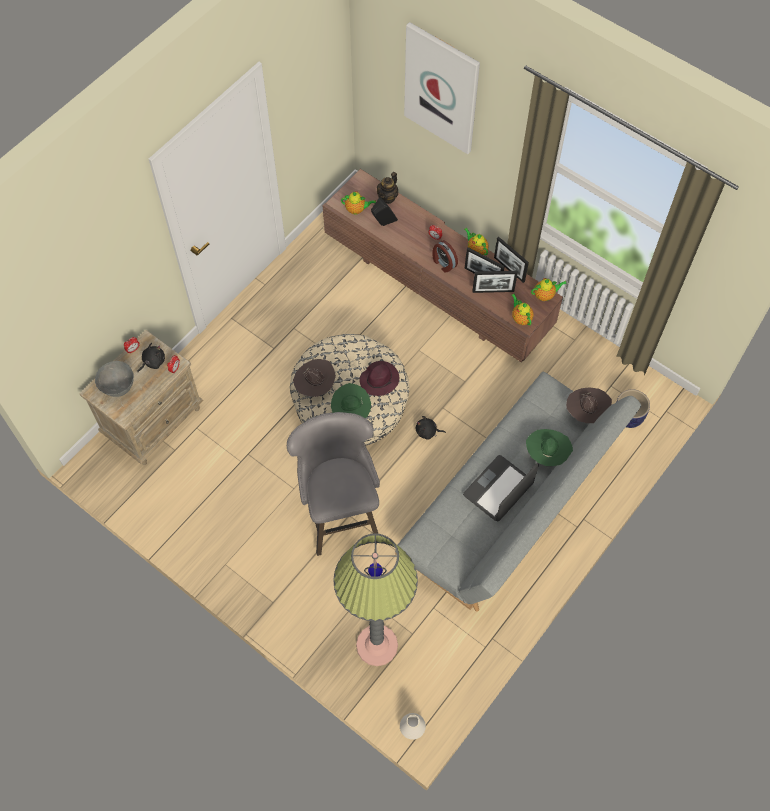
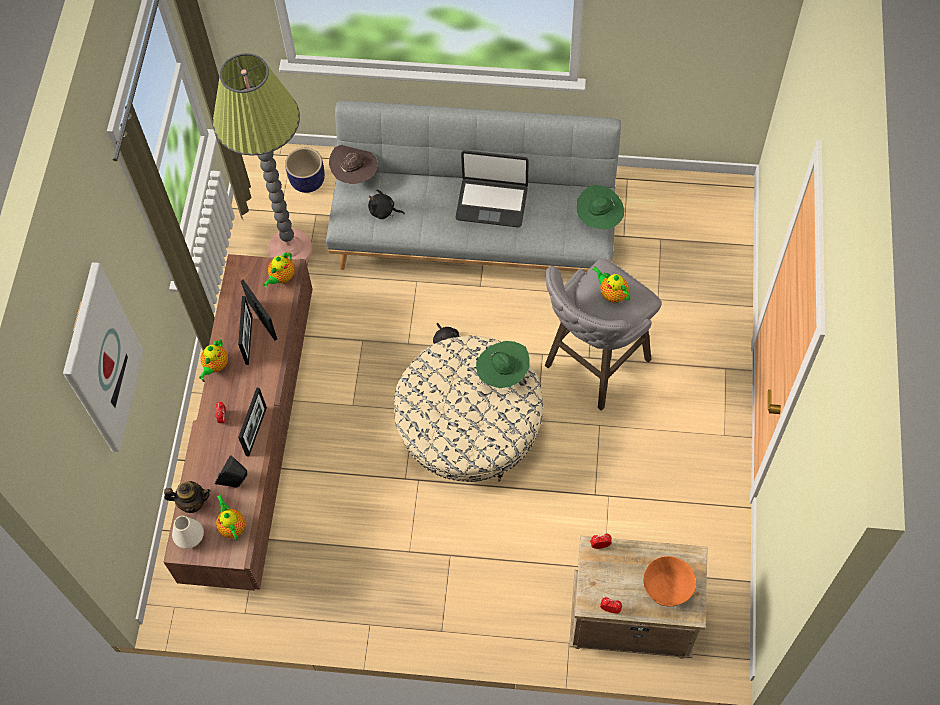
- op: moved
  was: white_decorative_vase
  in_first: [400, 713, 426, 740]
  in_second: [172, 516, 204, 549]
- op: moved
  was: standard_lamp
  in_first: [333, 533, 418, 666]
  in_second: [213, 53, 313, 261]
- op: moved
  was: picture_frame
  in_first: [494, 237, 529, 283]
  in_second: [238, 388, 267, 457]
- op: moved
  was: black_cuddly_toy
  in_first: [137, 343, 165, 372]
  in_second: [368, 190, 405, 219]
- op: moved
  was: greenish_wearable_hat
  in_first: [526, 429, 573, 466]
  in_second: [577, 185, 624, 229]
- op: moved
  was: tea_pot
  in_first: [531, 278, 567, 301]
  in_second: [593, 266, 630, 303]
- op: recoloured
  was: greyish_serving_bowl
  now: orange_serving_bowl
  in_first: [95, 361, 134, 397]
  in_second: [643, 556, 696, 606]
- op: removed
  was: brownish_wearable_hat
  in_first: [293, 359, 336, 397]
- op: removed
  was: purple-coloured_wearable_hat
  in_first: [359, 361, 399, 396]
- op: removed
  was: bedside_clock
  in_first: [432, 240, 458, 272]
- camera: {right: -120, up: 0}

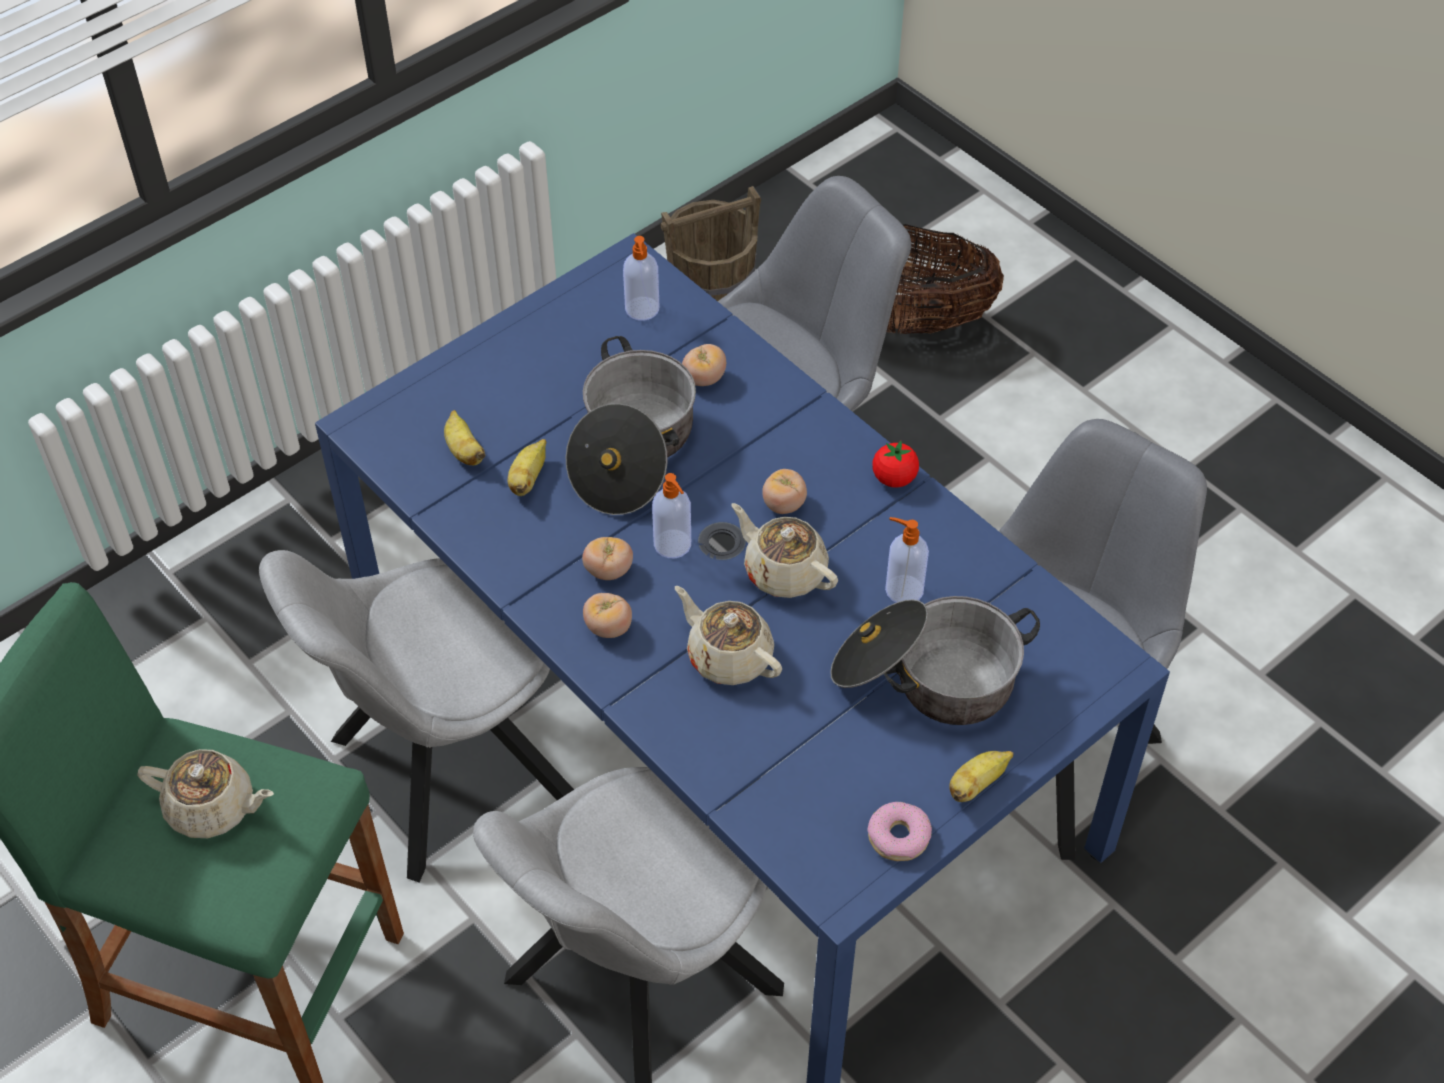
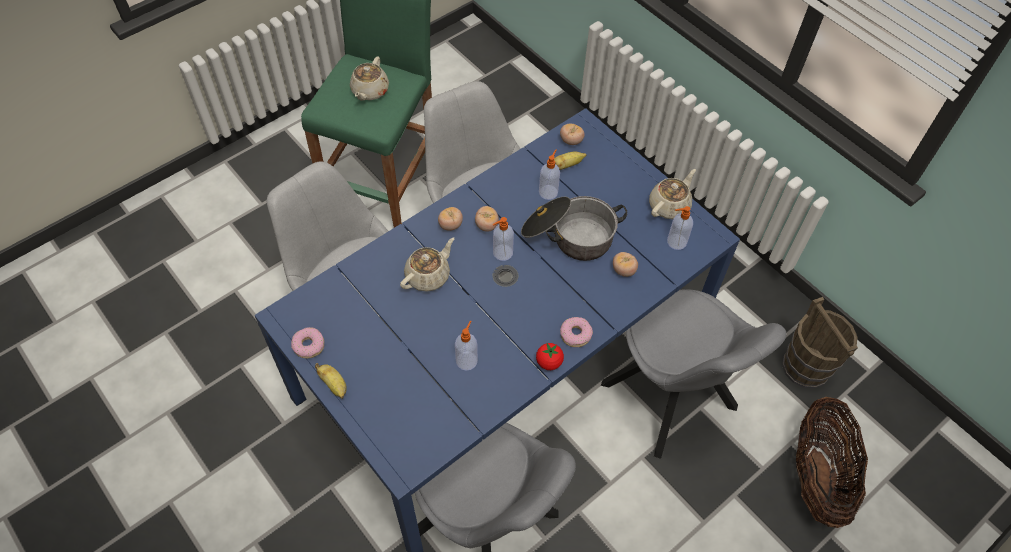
- op: replaced
  was: banana_fruit
  now: soap_bottle
  in_first: [508, 439, 546, 496]
  in_second: [539, 150, 560, 200]
- op: moved
  was: whole_tomato
  in_first: [762, 469, 807, 514]
  in_second: [560, 124, 585, 145]
- op: added
  now: doughnut
  in_second: [560, 317, 593, 347]
- op: moved
  was: beige_tea_pot
  in_first: [731, 503, 838, 598]
  in_second: [649, 169, 696, 219]
- op: removed
  was: cooking_pot
  in_first: [830, 596, 1040, 725]
- camera: {right: 90, up: 5}

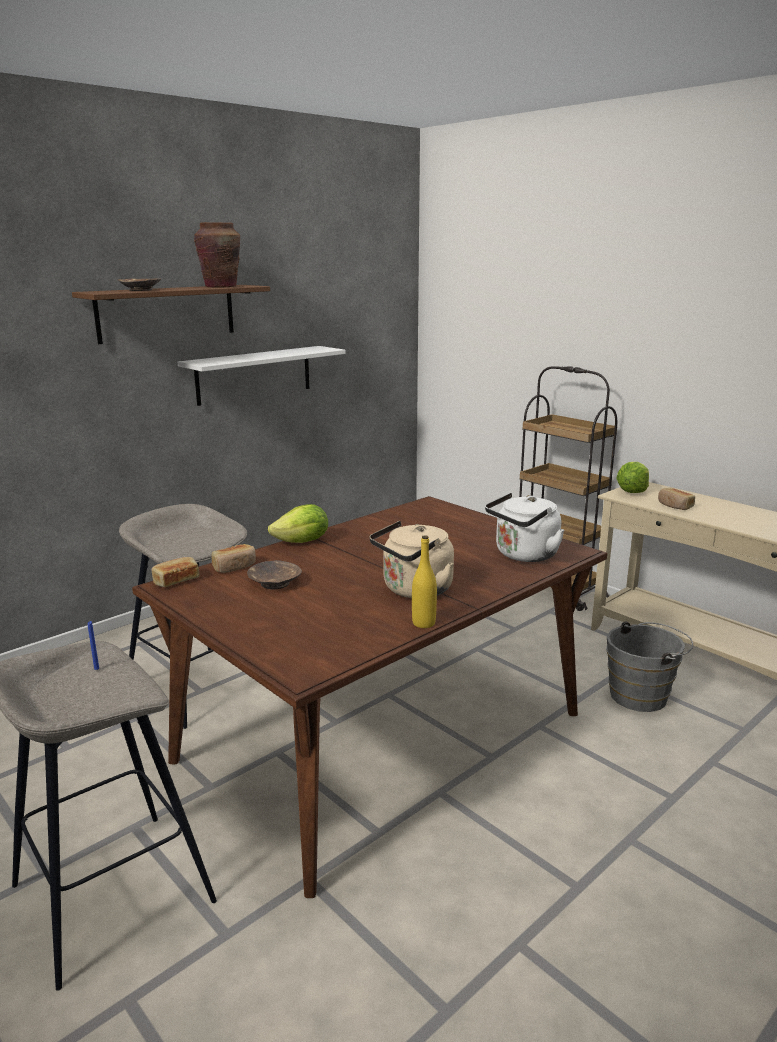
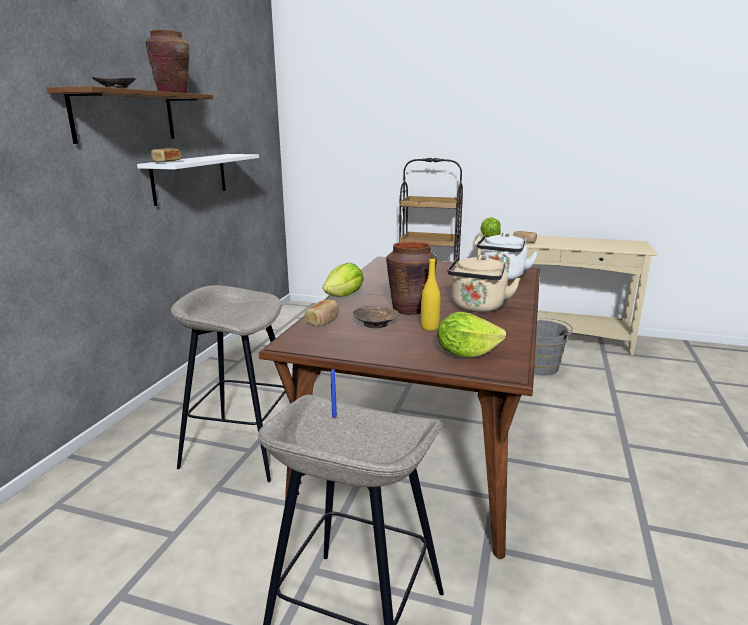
- op: moved
  was: bakery_bread
  in_first: [152, 557, 200, 587]
  in_second: [151, 148, 181, 163]
- op: added
  now: brownish_decorative_vase
  in_second: [386, 242, 437, 315]
- op: moved
  was: yellowish_bottle
  in_first: [412, 535, 437, 628]
  in_second: [421, 256, 441, 331]
- op: added
  now: lettuce_head
  in_second: [437, 312, 506, 358]
- camera: {right: -30, up: 0}

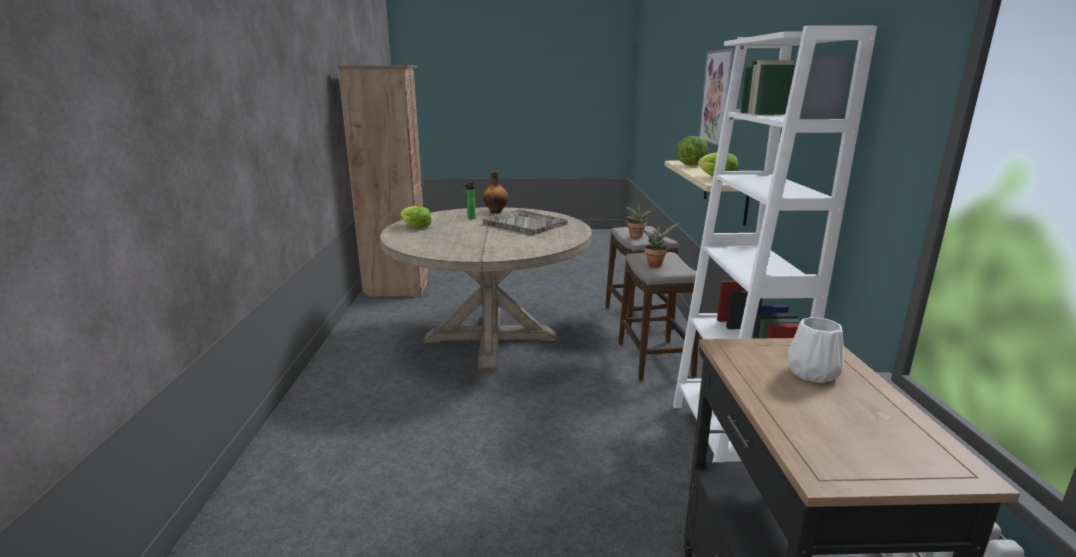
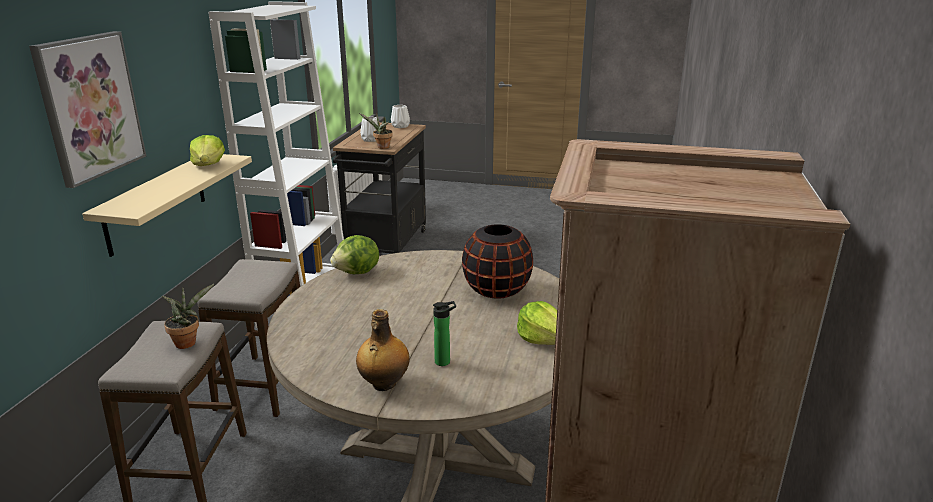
- op: moved
  was: lettuce_head
  in_first: [676, 136, 708, 166]
  in_second: [330, 235, 379, 274]
- op: moved
  was: houseplant
  in_first: [642, 223, 680, 267]
  in_second: [359, 113, 393, 149]
- op: added
  now: white_decorative_vase
  in_second: [391, 105, 410, 128]
- op: added
  now: black_decorative_vase
  in_second: [462, 224, 533, 299]
- op: removed
  was: greyish_carrying_tray
  in_first: [483, 209, 568, 235]
- camera: {right: -165, up: 5}

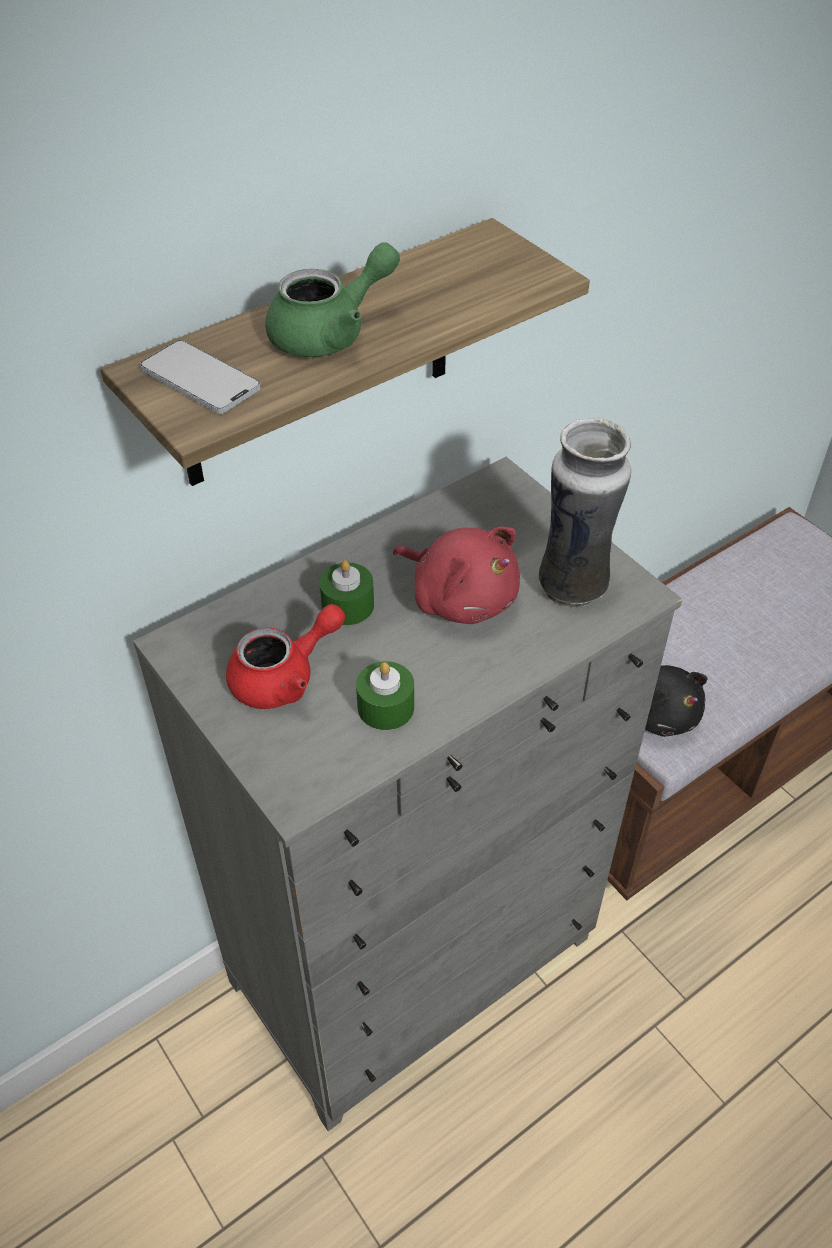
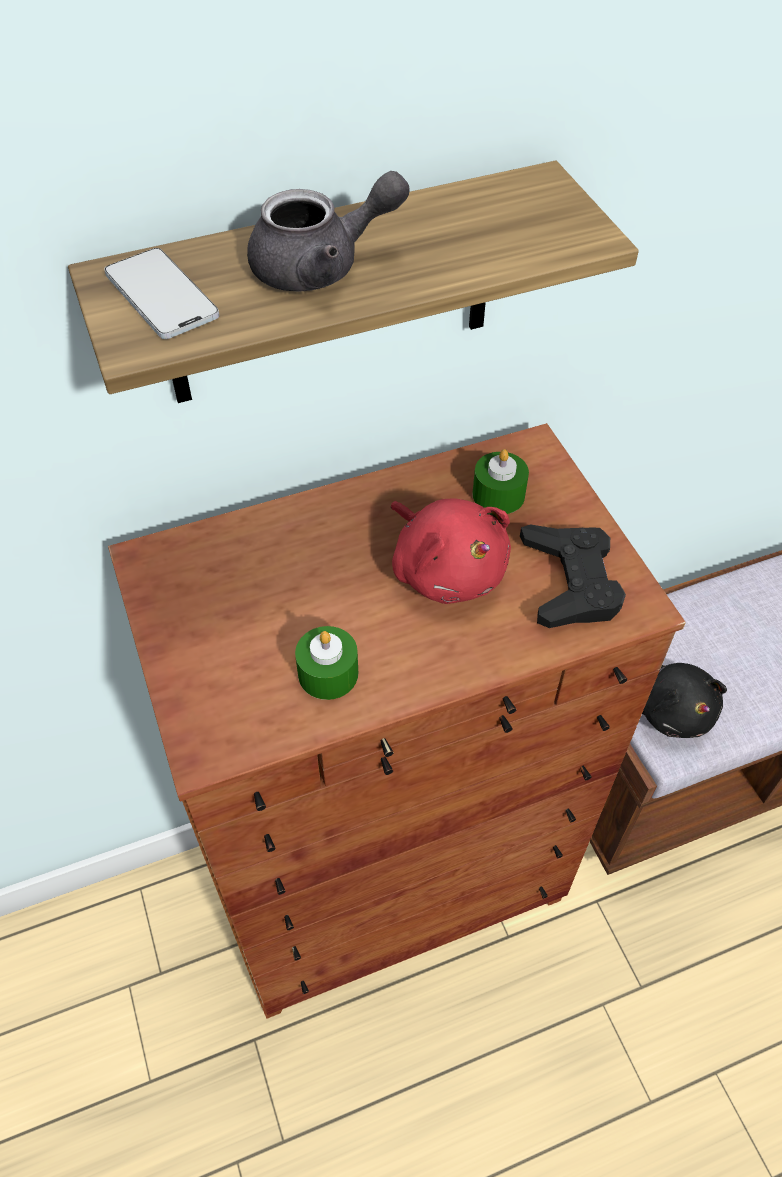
- op: recoloured
  was: greyish_chest_of_drawers
  now: brownish_chest_of_drawers
  in_first: [133, 457, 682, 1131]
  in_second: [108, 423, 686, 1019]
- op: recoloured
  was: greenish_tea_pot
  now: greyish_tea_pot
  in_first: [265, 243, 400, 357]
  in_second: [247, 171, 410, 292]
- op: moved
  was: greenish_candle
  in_first: [319, 560, 374, 625]
  in_second: [472, 449, 529, 514]
- op: replaced
  was: decorative_vase
  now: black_game_controller
  in_first: [539, 418, 631, 607]
  in_second: [520, 525, 626, 628]
- op: removed
  was: red-coloured_tea_pot
  in_first: [226, 604, 345, 709]
- camera: {right: 15, up: 5}

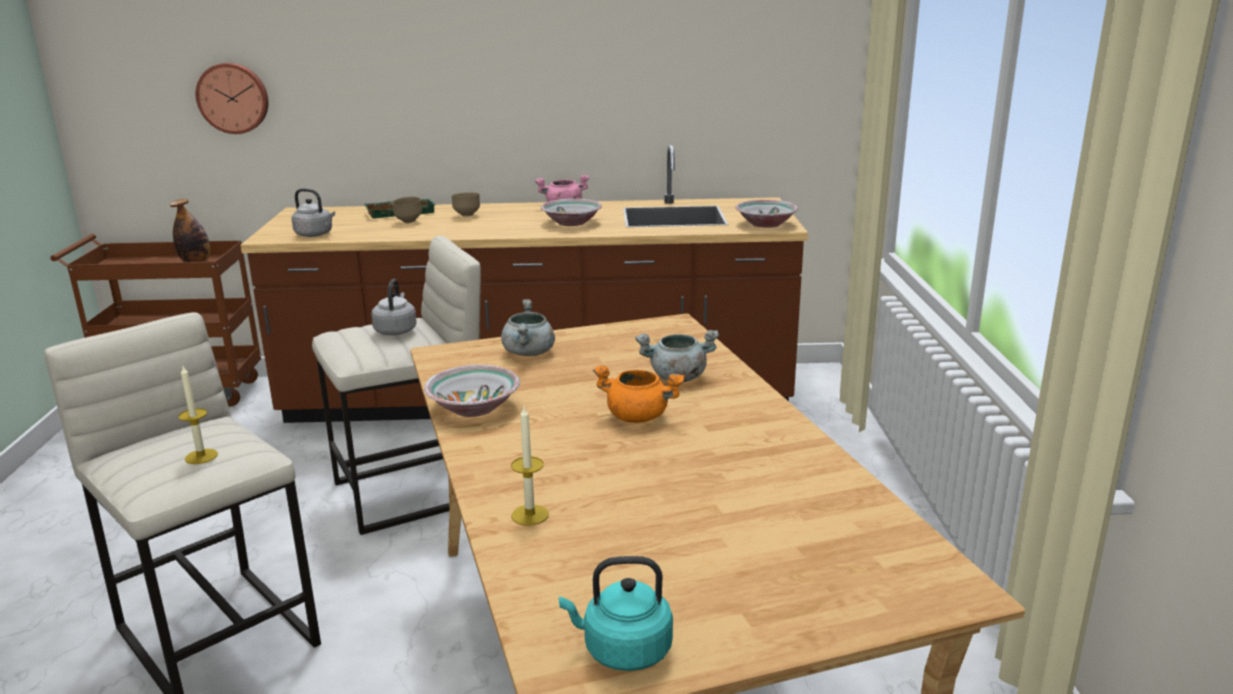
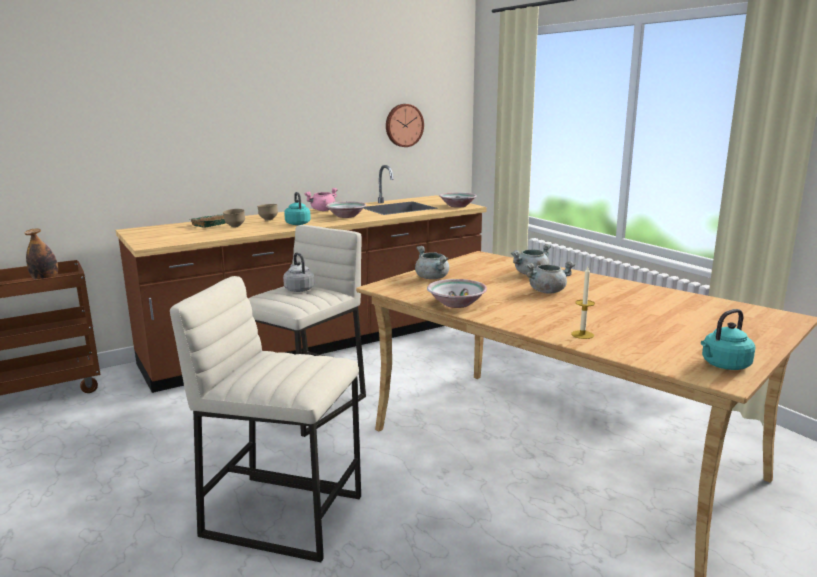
- op: added
  now: turquoise-coloured_water_kettle
  in_second: [284, 192, 311, 225]
- op: moved
  was: hanging_clock
  in_first: [196, 63, 268, 134]
  in_second: [386, 104, 424, 147]
- op: recoloured
  was: orange_cooking_pot
  now: greyish_cooking_pot
  in_first: [593, 365, 685, 423]
  in_second: [525, 261, 575, 294]
- op: removed
  was: candle
  in_first: [179, 366, 218, 464]
- op: removed
  was: greyish_water_kettle
  in_first: [291, 188, 335, 237]
- camera: {right: -30, up: -5}

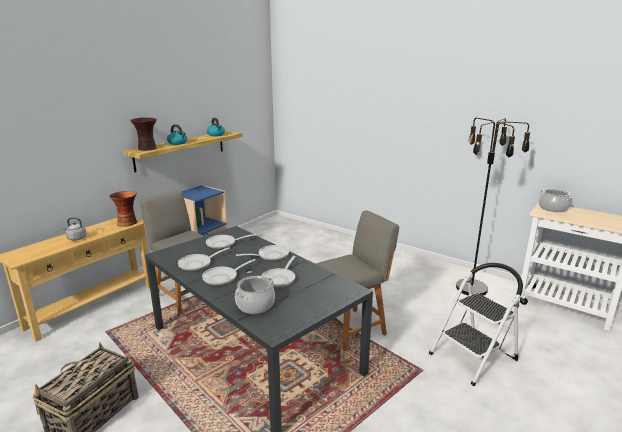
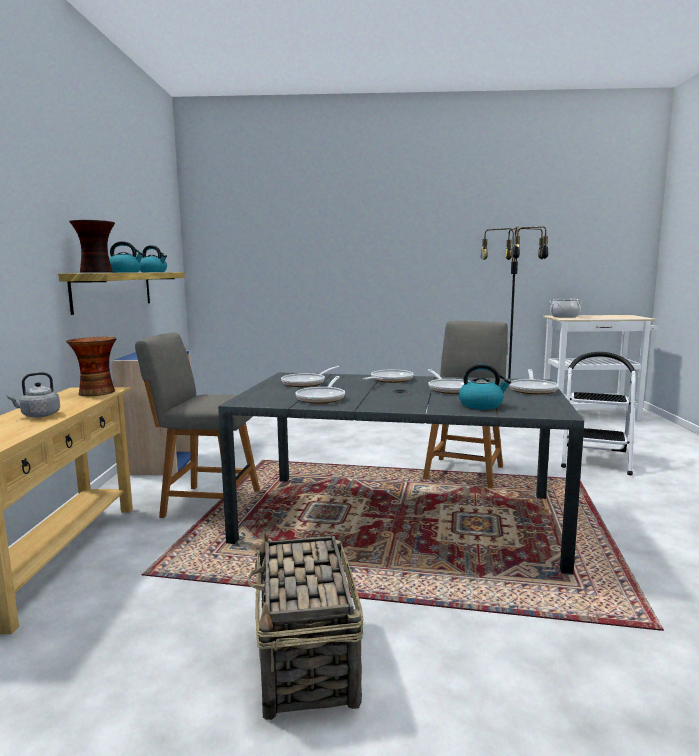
- op: replaced
  was: cooking_pot
  now: water_kettle
  in_first: [235, 276, 275, 314]
  in_second: [458, 364, 511, 409]
- op: moved
  was: frying_pan
  in_first: [202, 259, 255, 286]
  in_second: [509, 369, 559, 395]
- camera: {right: -35, up: -10}

